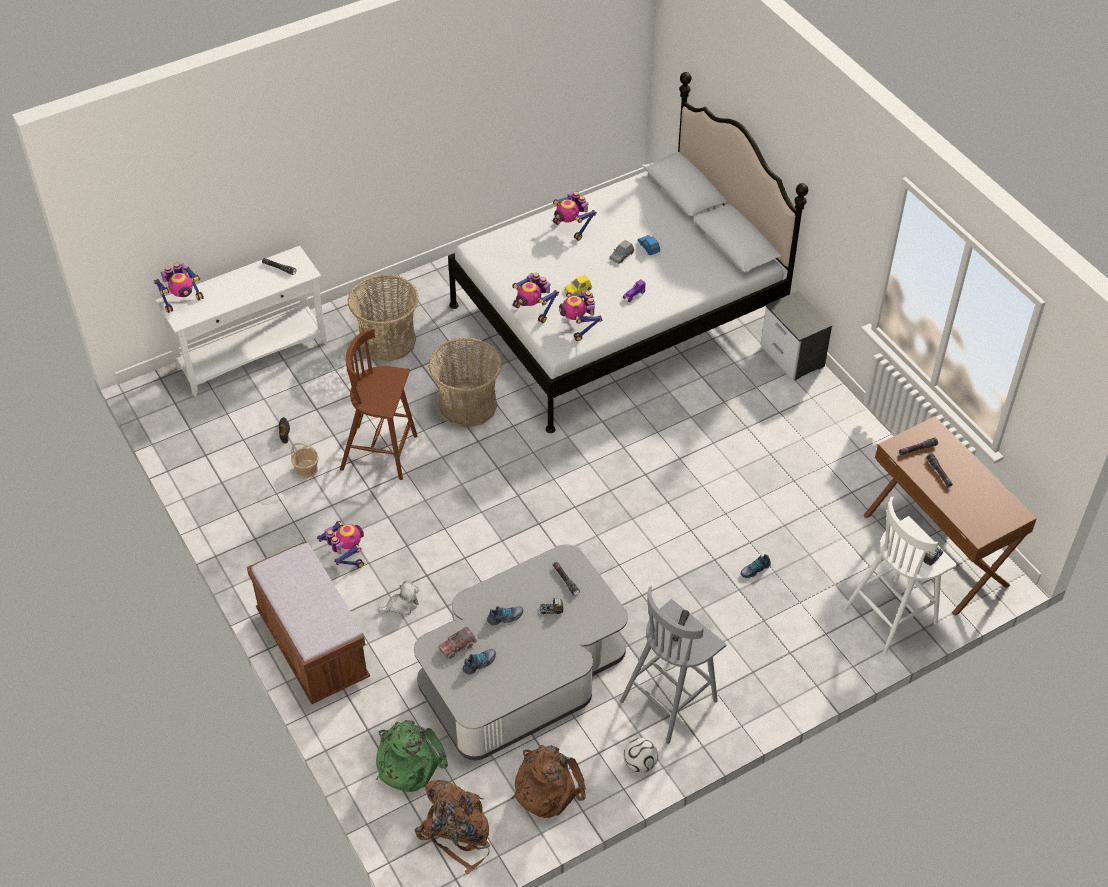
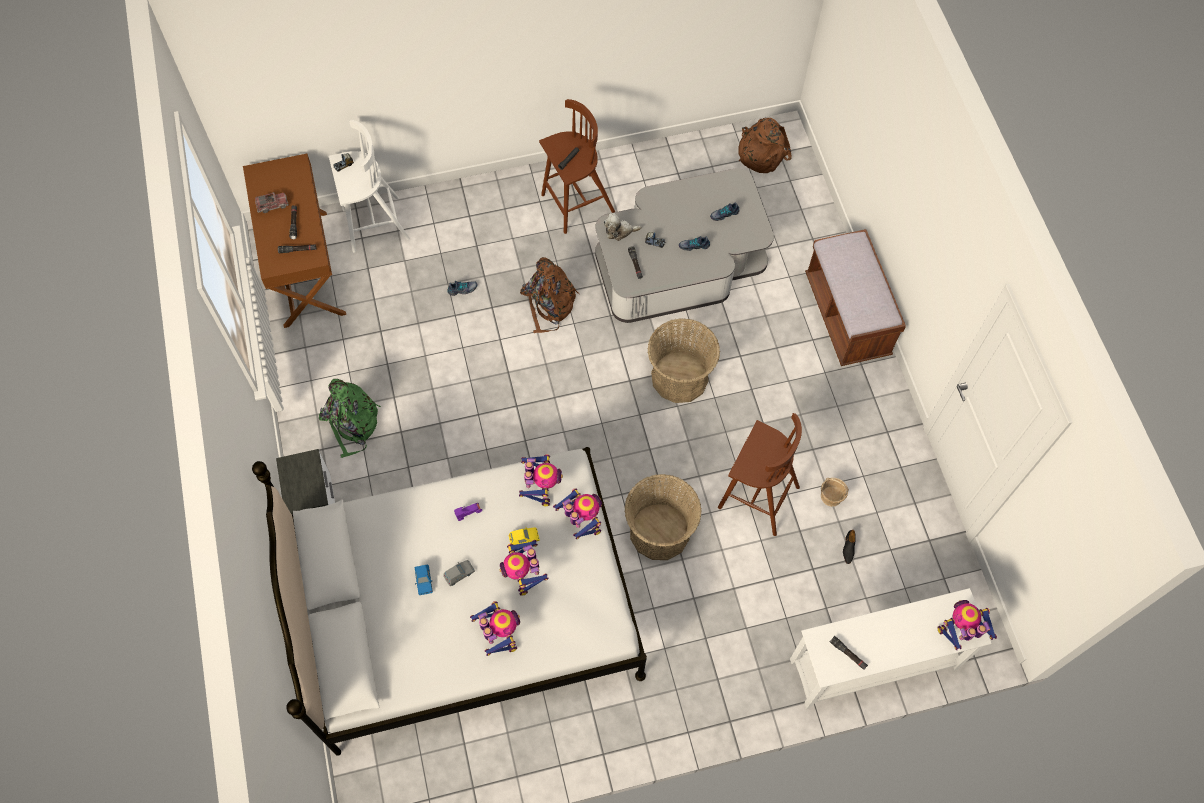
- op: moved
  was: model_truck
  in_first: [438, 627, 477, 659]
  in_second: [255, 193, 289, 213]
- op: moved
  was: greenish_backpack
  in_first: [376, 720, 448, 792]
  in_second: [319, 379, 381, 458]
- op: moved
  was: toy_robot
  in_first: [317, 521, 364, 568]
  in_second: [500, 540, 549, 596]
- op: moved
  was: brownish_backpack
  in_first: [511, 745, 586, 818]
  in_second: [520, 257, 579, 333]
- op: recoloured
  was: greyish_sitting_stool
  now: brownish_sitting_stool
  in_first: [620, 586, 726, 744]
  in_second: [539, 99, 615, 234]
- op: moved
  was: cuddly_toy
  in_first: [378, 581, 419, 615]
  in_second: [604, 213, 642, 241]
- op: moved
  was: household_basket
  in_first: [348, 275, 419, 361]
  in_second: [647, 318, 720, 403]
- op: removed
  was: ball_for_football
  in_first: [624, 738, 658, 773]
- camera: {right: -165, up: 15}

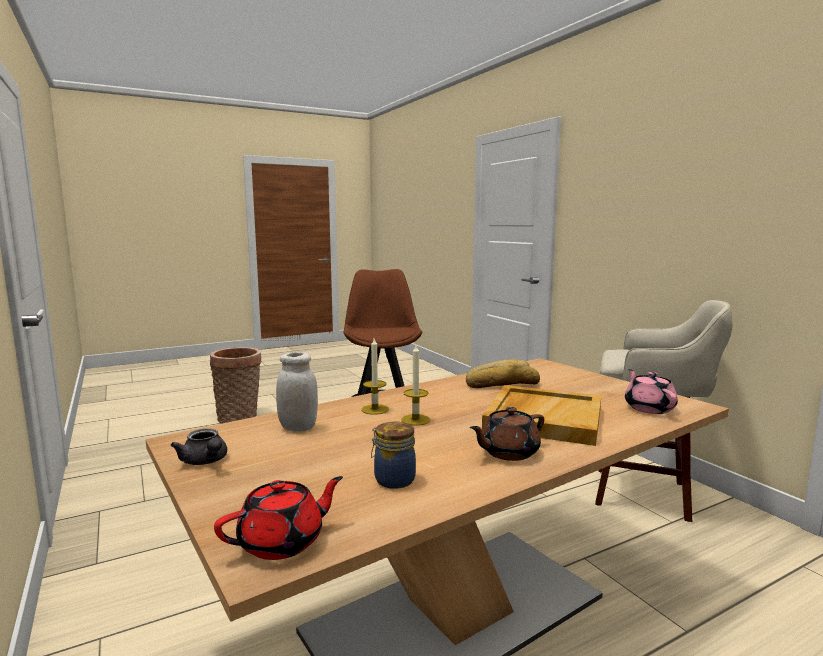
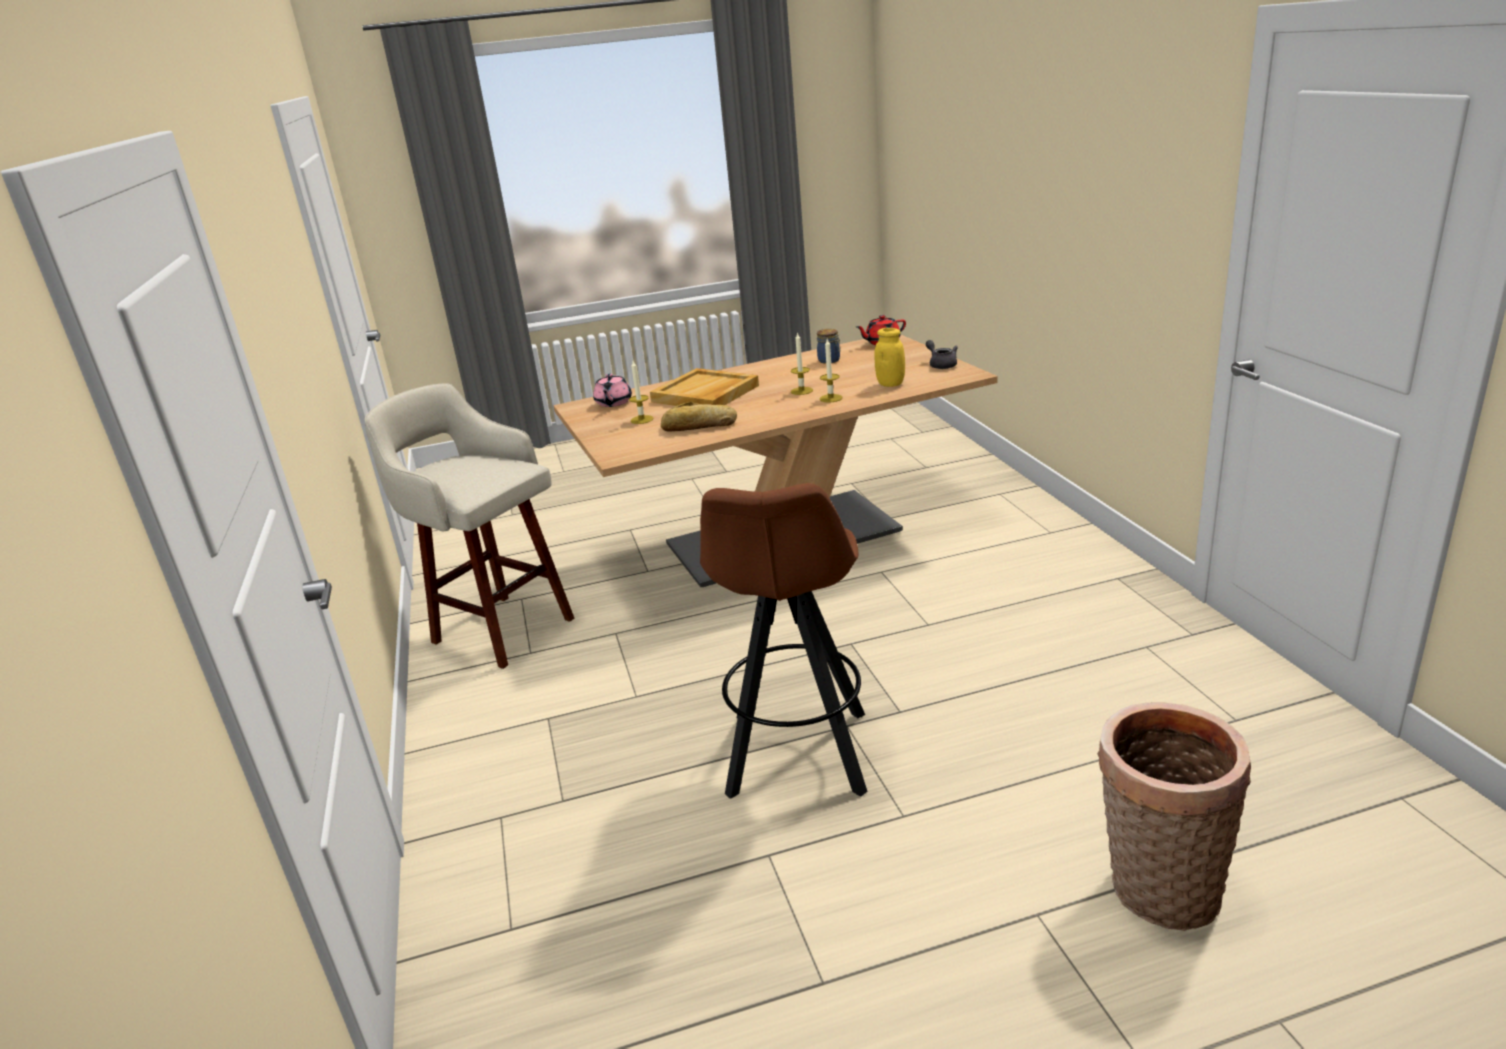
- op: added
  now: candle
  in_second: [629, 361, 653, 424]
- op: recoloured
  was: white_jar
  now: yellowish_jar
  in_first: [276, 352, 318, 432]
  in_second: [874, 328, 905, 387]
- op: removed
  was: brownish_tea_pot
  in_first: [470, 407, 544, 461]
- camera: {right: -165, up: 15}

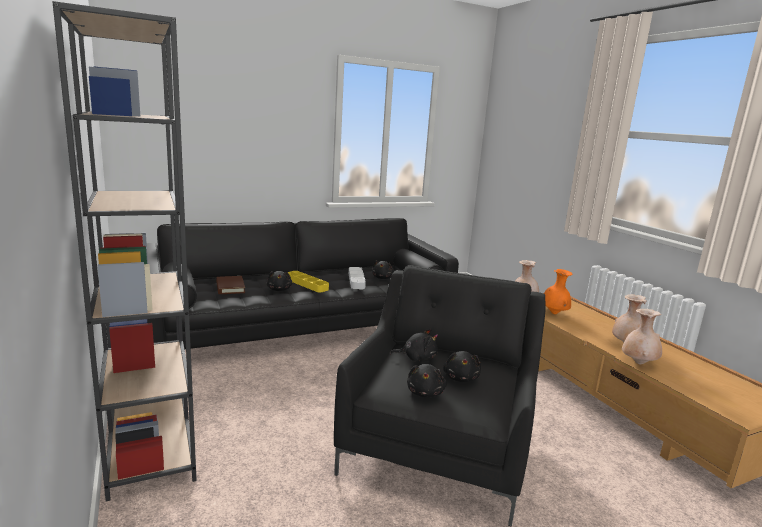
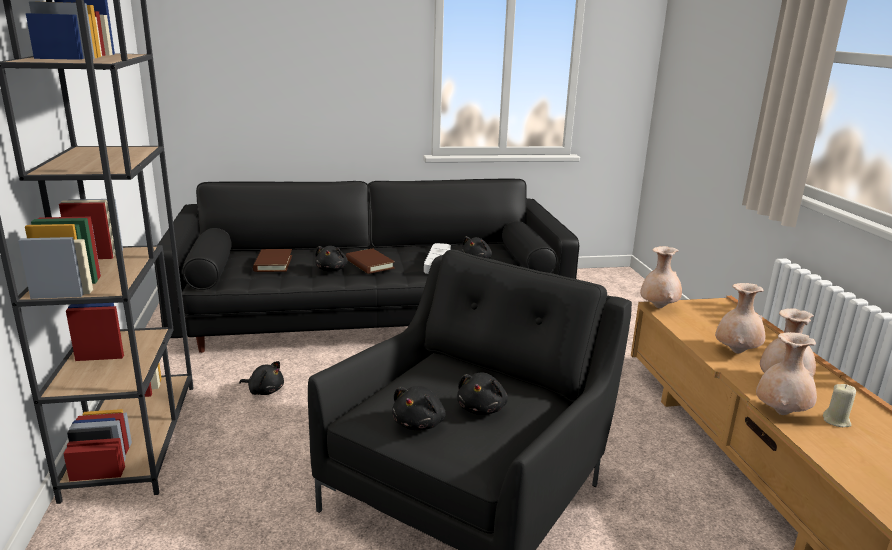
- op: moved
  was: black_cuddly_toy
  in_first: [390, 328, 438, 362]
  in_second: [239, 361, 284, 395]
- op: replaced
  was: yellowish_carrying_tray
  now: brownish_book
  in_first: [288, 271, 329, 292]
  in_second: [346, 248, 395, 274]
- op: added
  now: beige_decorative_vase
  in_second: [715, 283, 765, 354]
- op: added
  now: beige_candle
  in_second: [823, 384, 856, 427]
- op: removed
  was: orange_decorative_vase
  in_first: [544, 269, 573, 314]
- camera: {right: 15, up: 5}

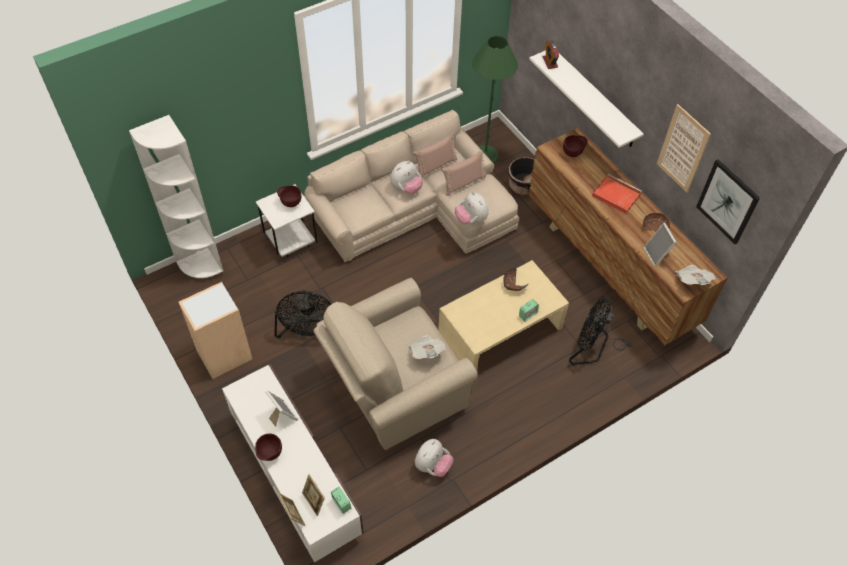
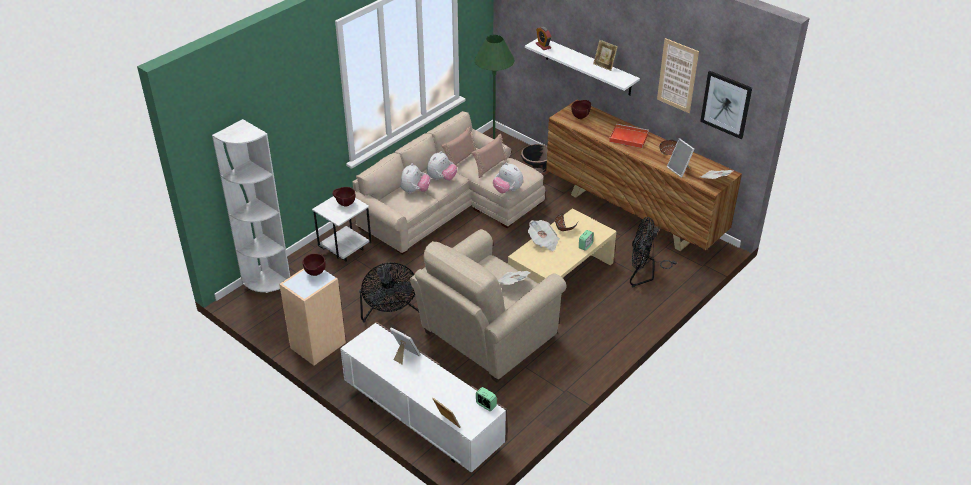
- op: moved
  was: brownish_serving_bowl
  in_first: [255, 434, 282, 461]
  in_second: [303, 253, 326, 276]
- op: moved
  was: cuddly_toy
  in_first: [415, 439, 453, 477]
  in_second: [400, 163, 431, 194]
- op: added
  now: daily_paper
  in_second: [528, 220, 560, 251]
- op: moved
  was: picture_frame
  in_first: [302, 474, 325, 516]
  in_second: [593, 40, 618, 71]
- camera: {right: -15, up: -15}

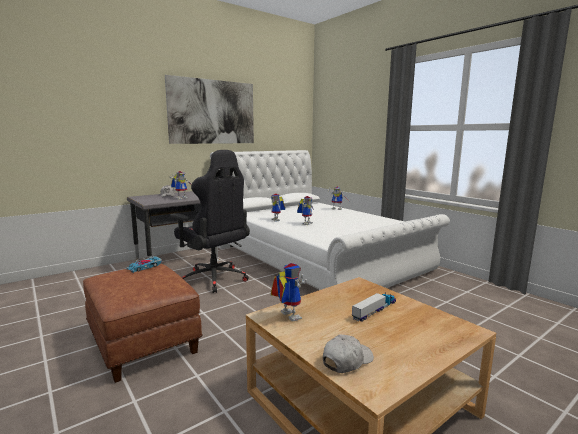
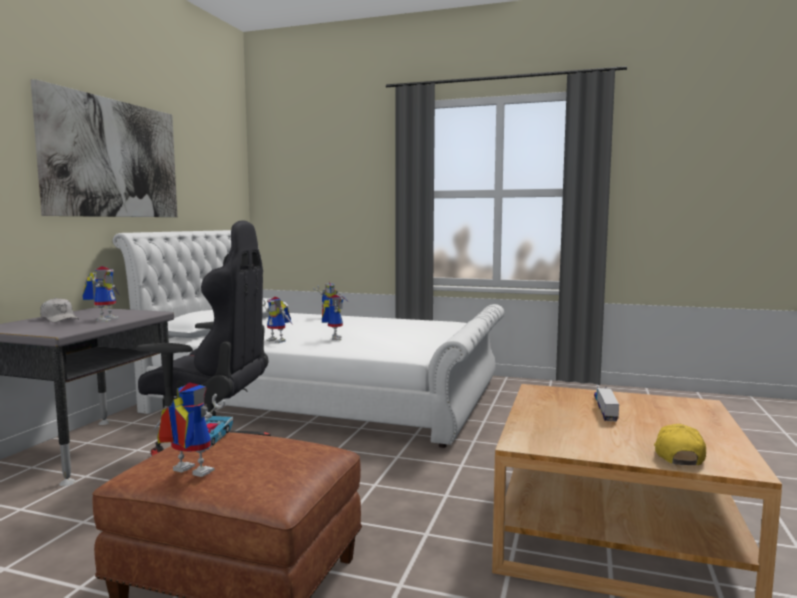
- op: moved
  was: toy_robot
  in_first: [271, 263, 307, 322]
  in_second: [153, 382, 225, 477]
- op: recoloured
  was: white_baseball_cap
  now: yellowish_baseball_cap
  in_first: [323, 334, 374, 373]
  in_second: [654, 424, 706, 465]
- camera: {right: -35, up: -5}

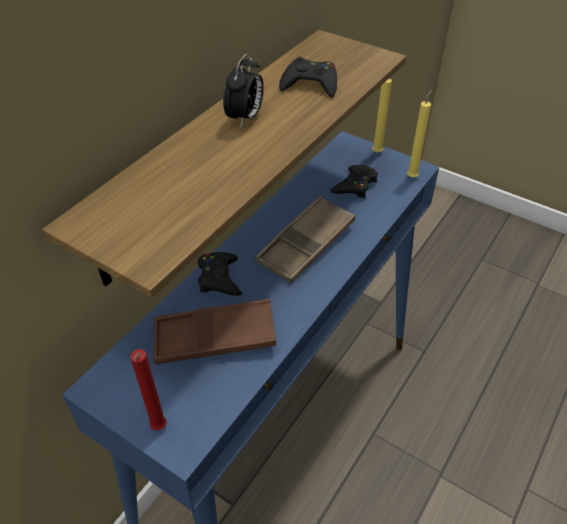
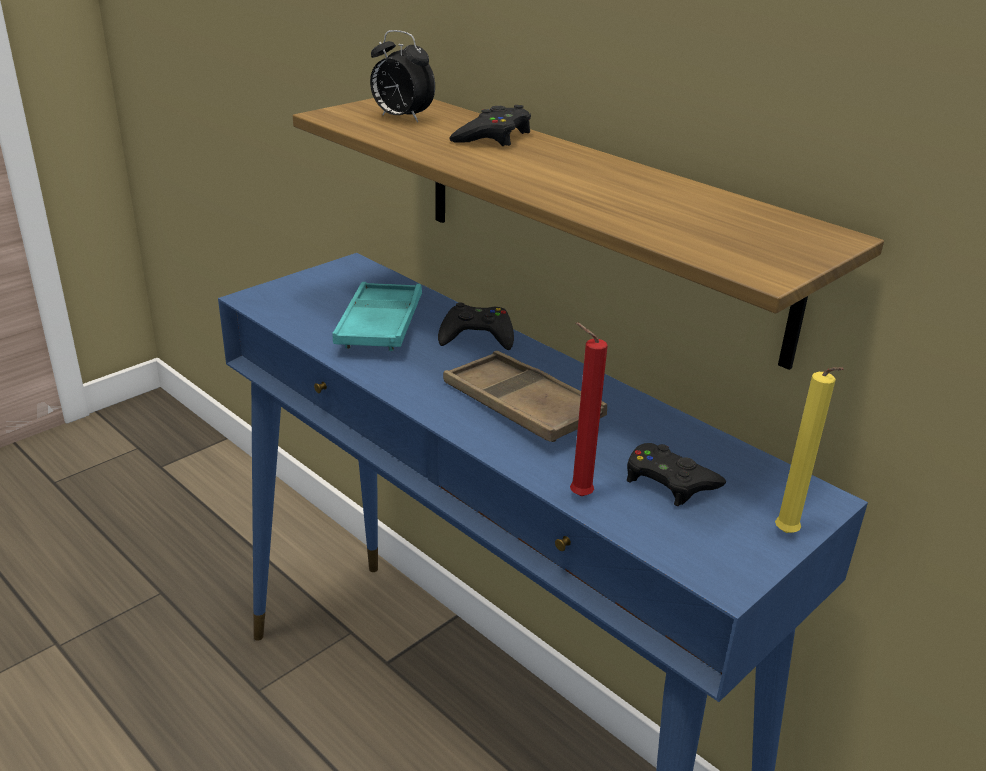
- op: recoloured
  was: brownish_carrying_tray
  now: turquoise-coloured_carrying_tray
  in_first: [153, 299, 276, 364]
  in_second: [332, 282, 422, 351]
- op: moved
  was: bedside_clock
  in_first: [223, 53, 264, 127]
  in_second: [370, 30, 435, 122]
- op: moved
  was: black_game_controller
  in_first: [279, 57, 337, 97]
  in_second: [449, 105, 531, 146]
- op: moved
  was: red-coloured_candle
  in_first: [130, 349, 167, 431]
  in_second: [570, 323, 608, 496]
- op: removed
  was: yellowish_candle
  in_first: [407, 89, 432, 178]
- camera: {right: 100, up: -15}

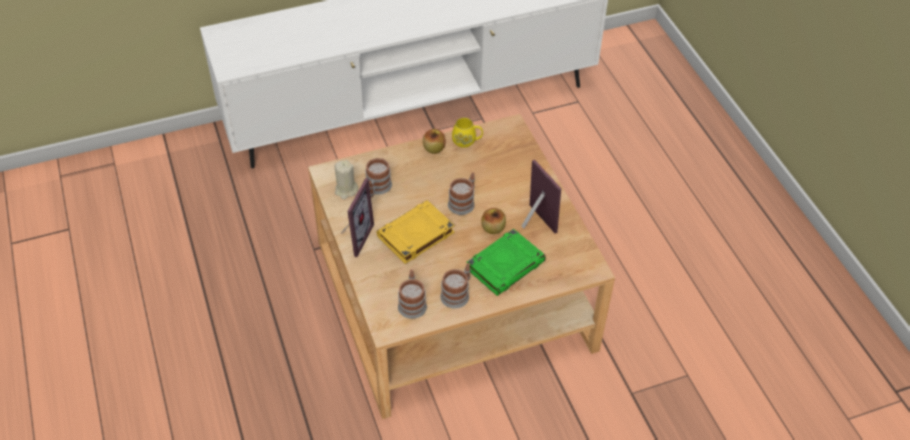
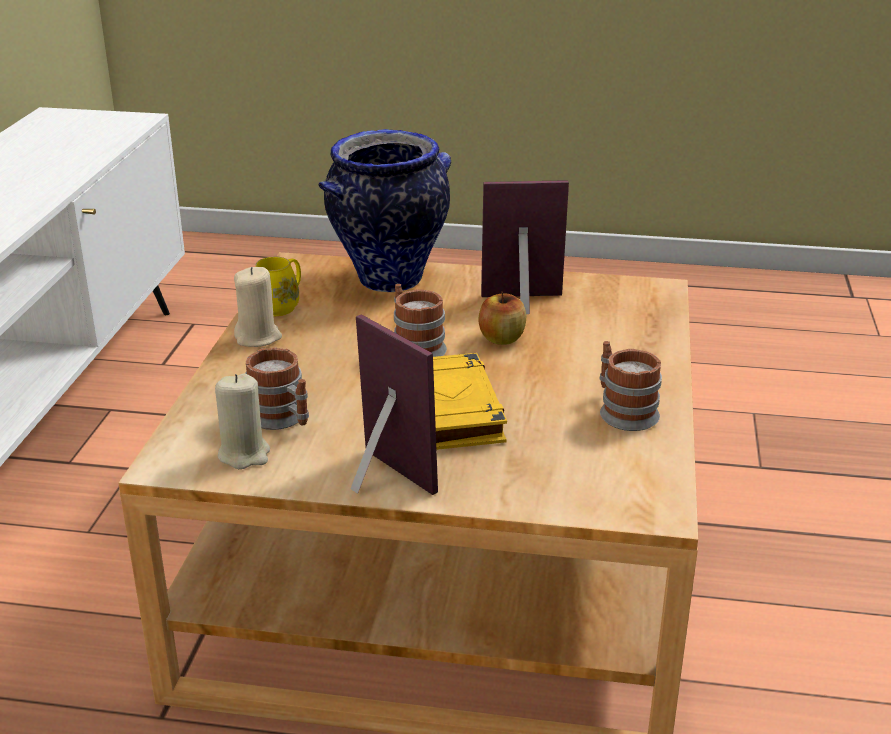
- op: replaced
  was: apple
  now: beige_candle
  in_first: [423, 129, 446, 154]
  in_second: [234, 267, 282, 347]
- op: added
  now: decorative_vase
  in_second: [319, 129, 451, 292]
- op: removed
  was: coffee_mug
  in_first: [398, 269, 427, 319]
- op: removed
  was: greenish_book
  in_first: [467, 229, 546, 296]
- camera: {right: -60, up: -20}

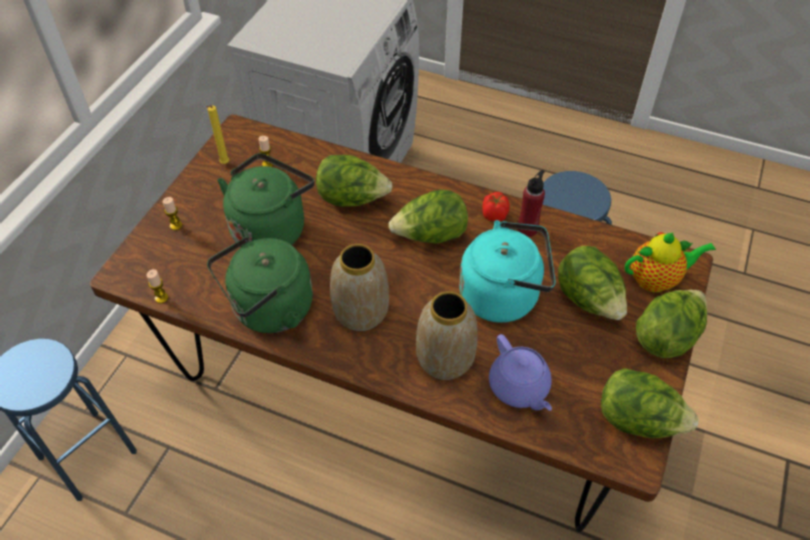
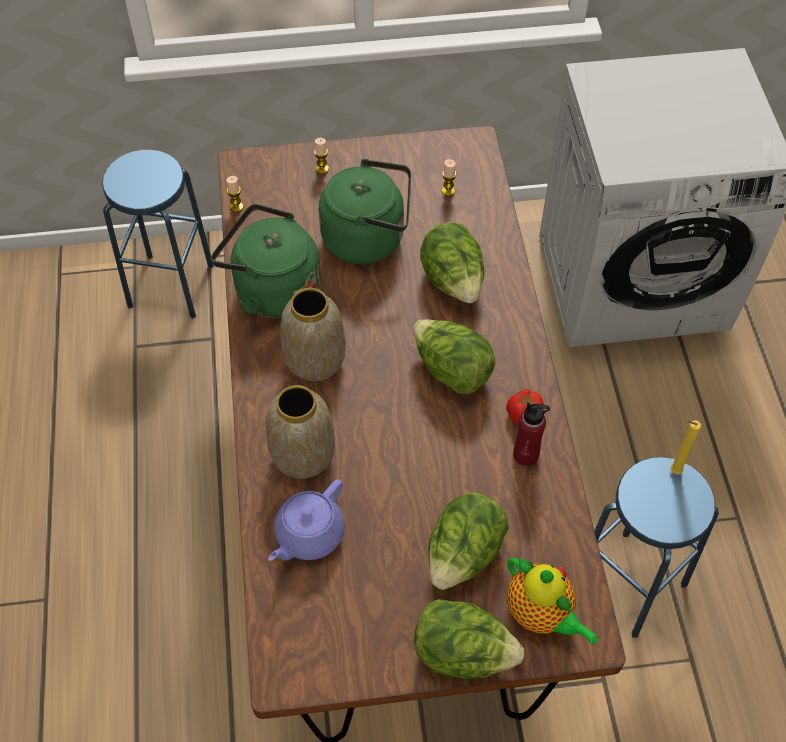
- op: moved
  was: yellowish_candle
  in_first: [206, 105, 229, 164]
  in_second: [671, 420, 701, 474]
- op: removed
  was: turquoise-coloured_water_kettle
  in_first: [459, 220, 556, 323]
- op: removed
  was: lettuce_head
  in_first: [601, 368, 699, 438]
- camera: {right: 60, up: 5}

